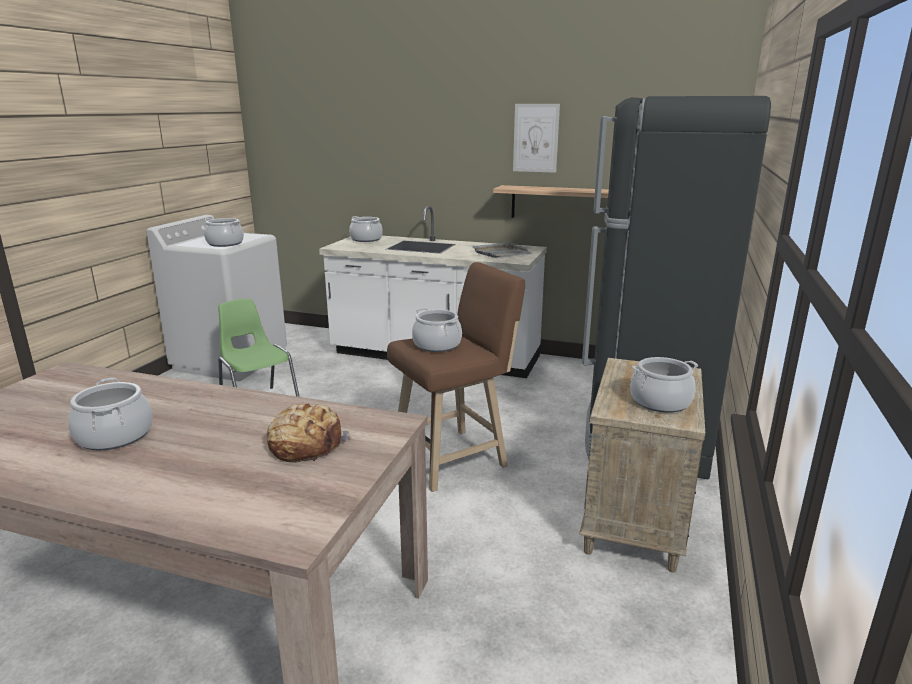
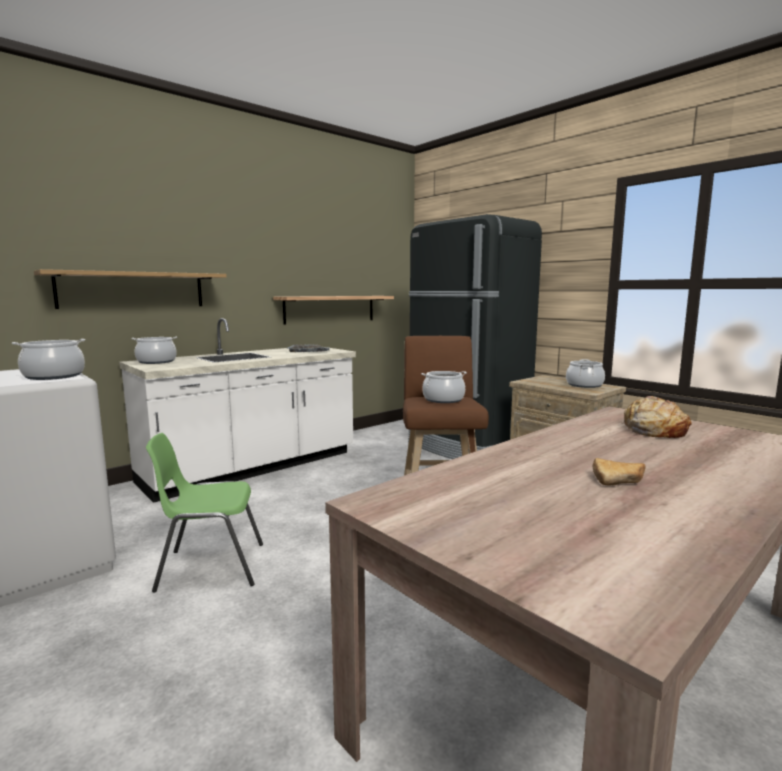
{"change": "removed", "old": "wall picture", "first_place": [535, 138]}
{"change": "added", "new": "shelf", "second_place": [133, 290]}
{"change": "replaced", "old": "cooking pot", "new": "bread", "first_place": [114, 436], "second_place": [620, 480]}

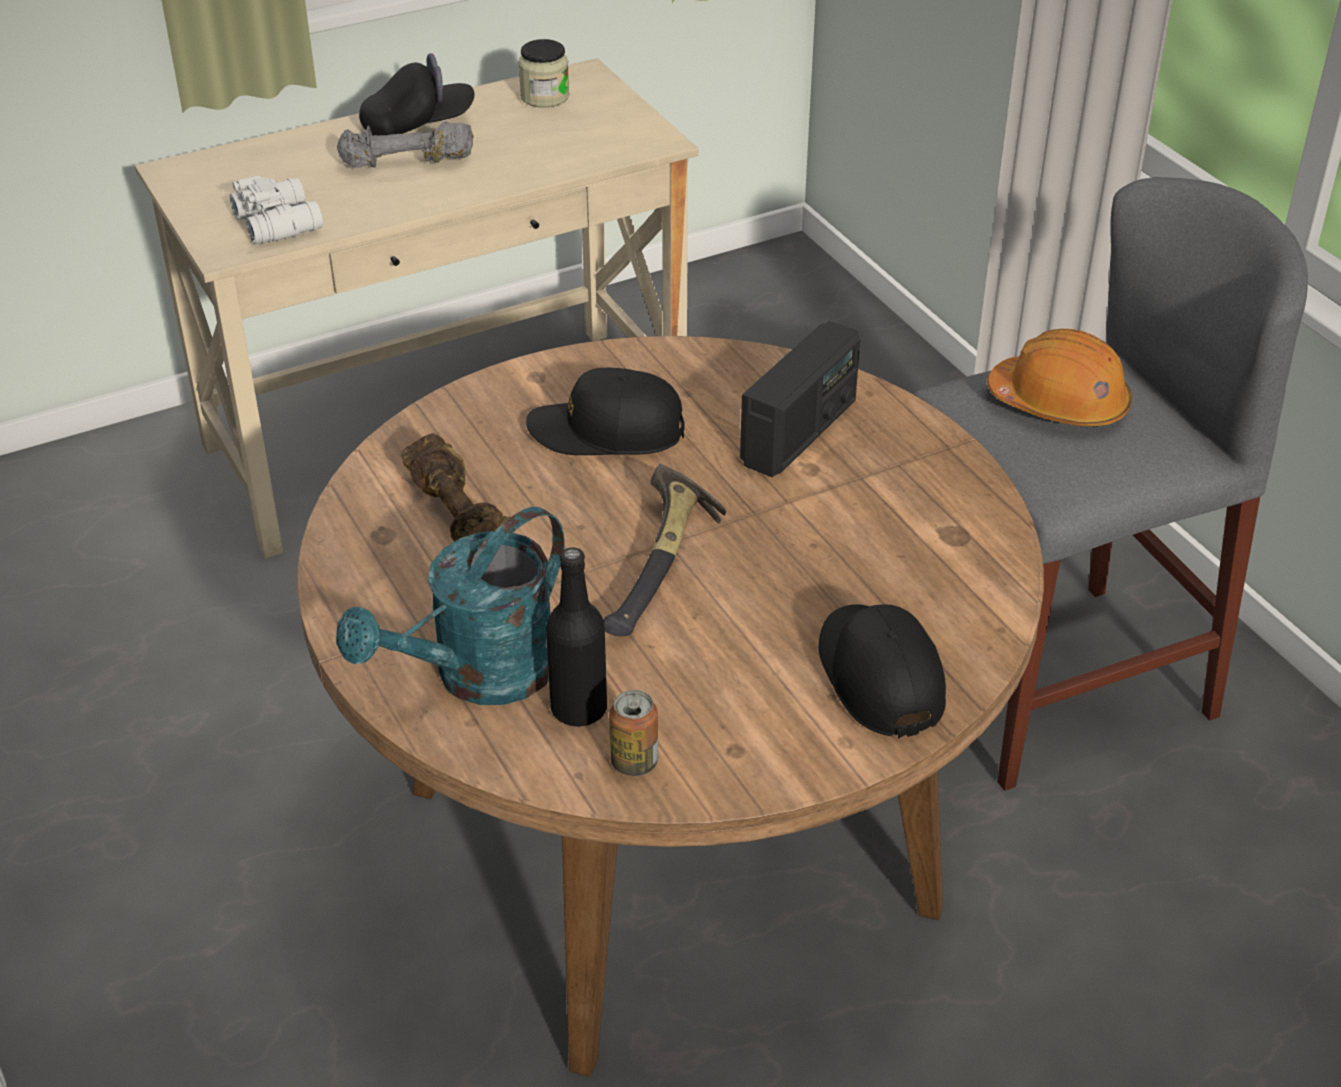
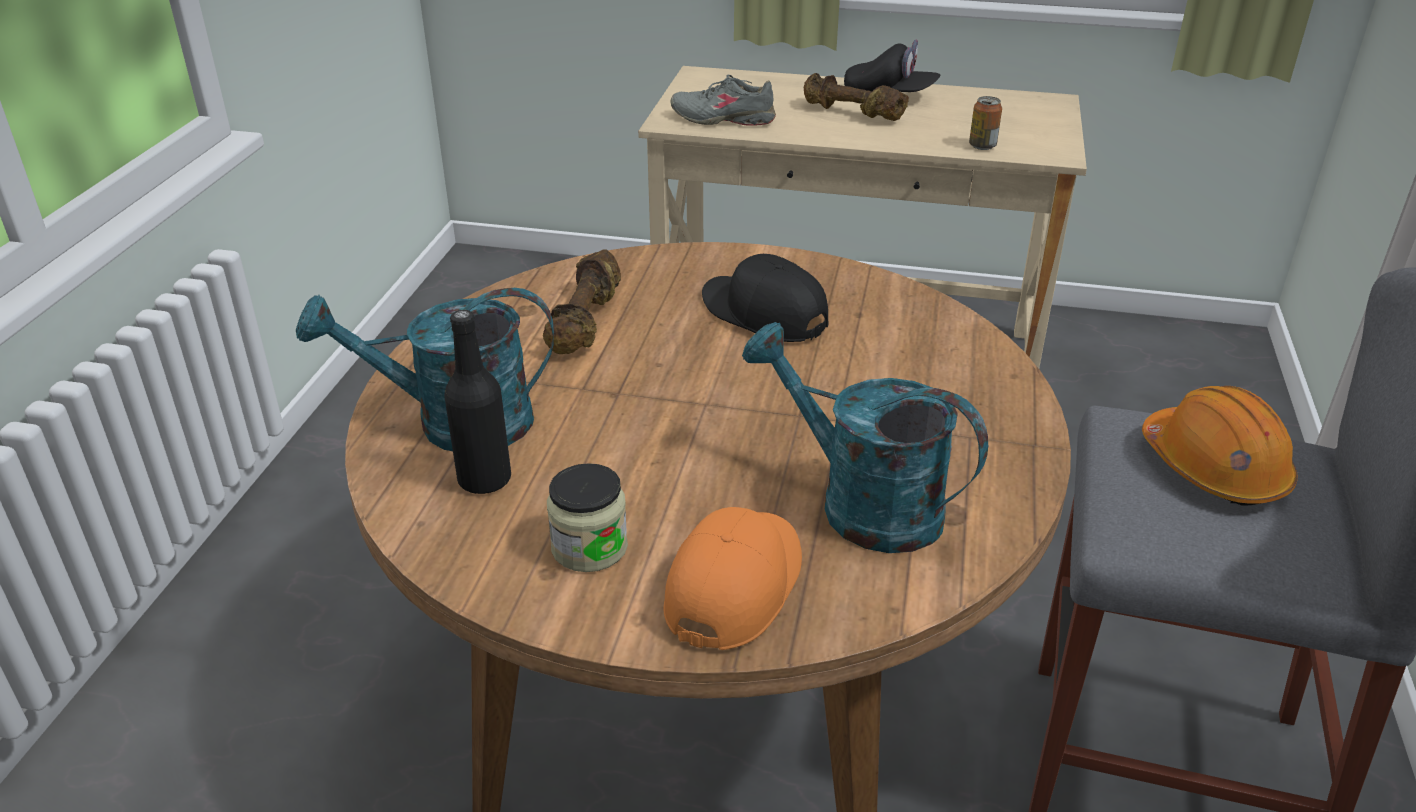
{"change": "removed", "old": "hammer", "first_place": [664, 568]}
{"change": "removed", "old": "radio set", "first_place": [800, 432]}
{"change": "added", "new": "blue-green watering can", "second_place": [861, 503]}
{"change": "moved", "old": "jar", "first_place": [545, 97], "second_place": [589, 547]}
{"change": "moved", "old": "can", "first_place": [634, 762], "second_place": [982, 146]}
{"change": "replaced", "old": "whitish binoculars", "new": "gray low shoe", "first_place": [279, 222], "second_place": [723, 118]}
{"change": "recoloured", "old": "gray free weight", "new": "brown-coloured free weight", "first_place": [407, 164], "second_place": [851, 113]}
{"change": "recoloured", "old": "black baseball cap", "new": "orangey baseball cap", "first_place": [879, 676], "second_place": [734, 585]}

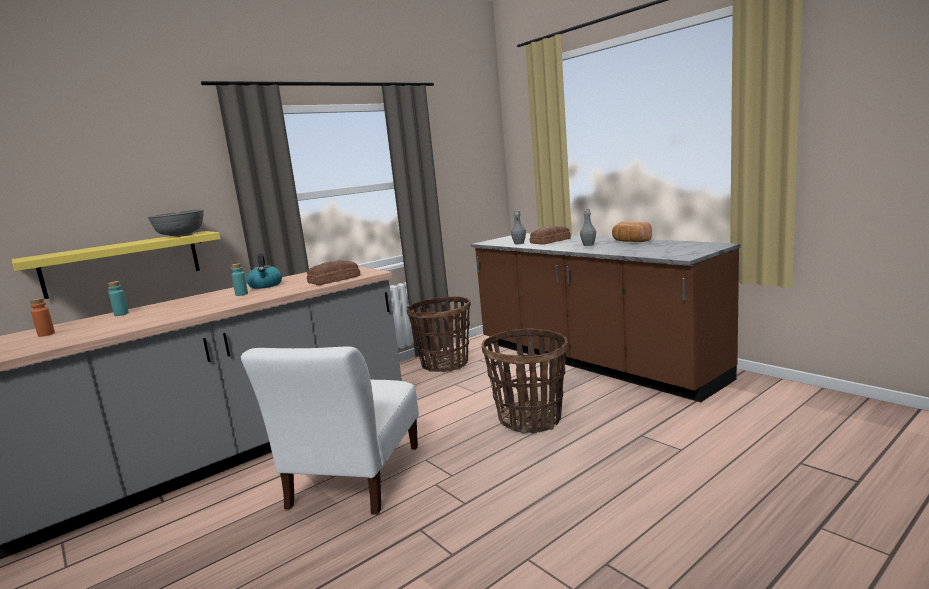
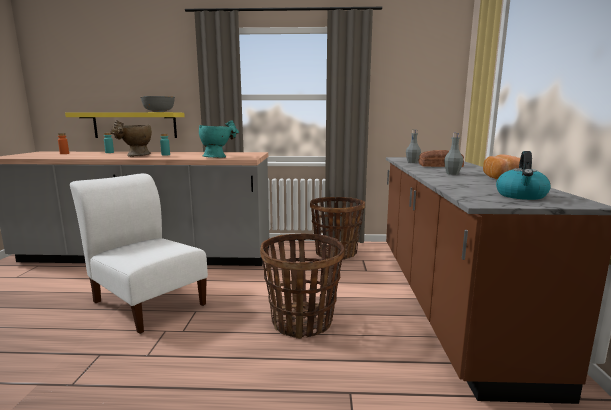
{"change": "added", "new": "beige flower vase", "second_place": [135, 156]}
{"change": "moved", "old": "tea kettle", "first_place": [266, 285], "second_place": [521, 196]}
{"change": "replaced", "old": "bread", "new": "blue-green flower vase", "first_place": [333, 279], "second_place": [218, 157]}
{"change": "turned", "old": "whitish plain chair", "first_place": [353, 480], "second_place": [147, 301], "degrees": 75}

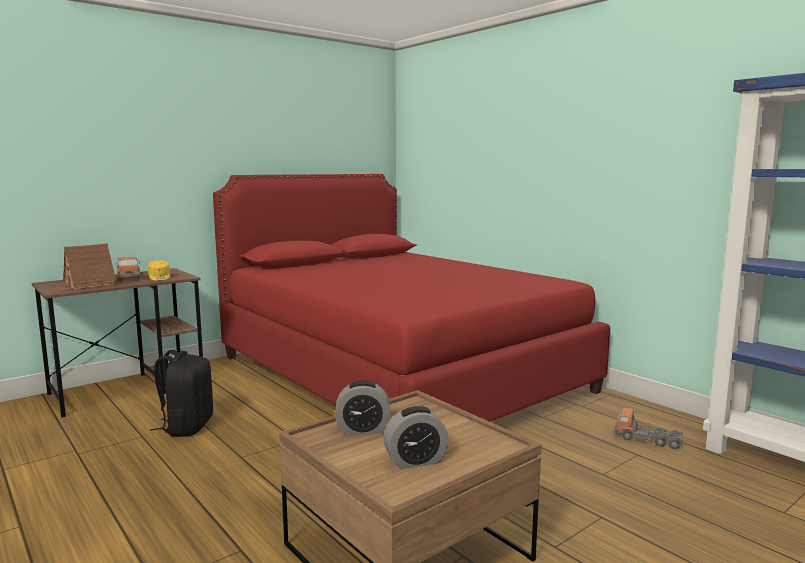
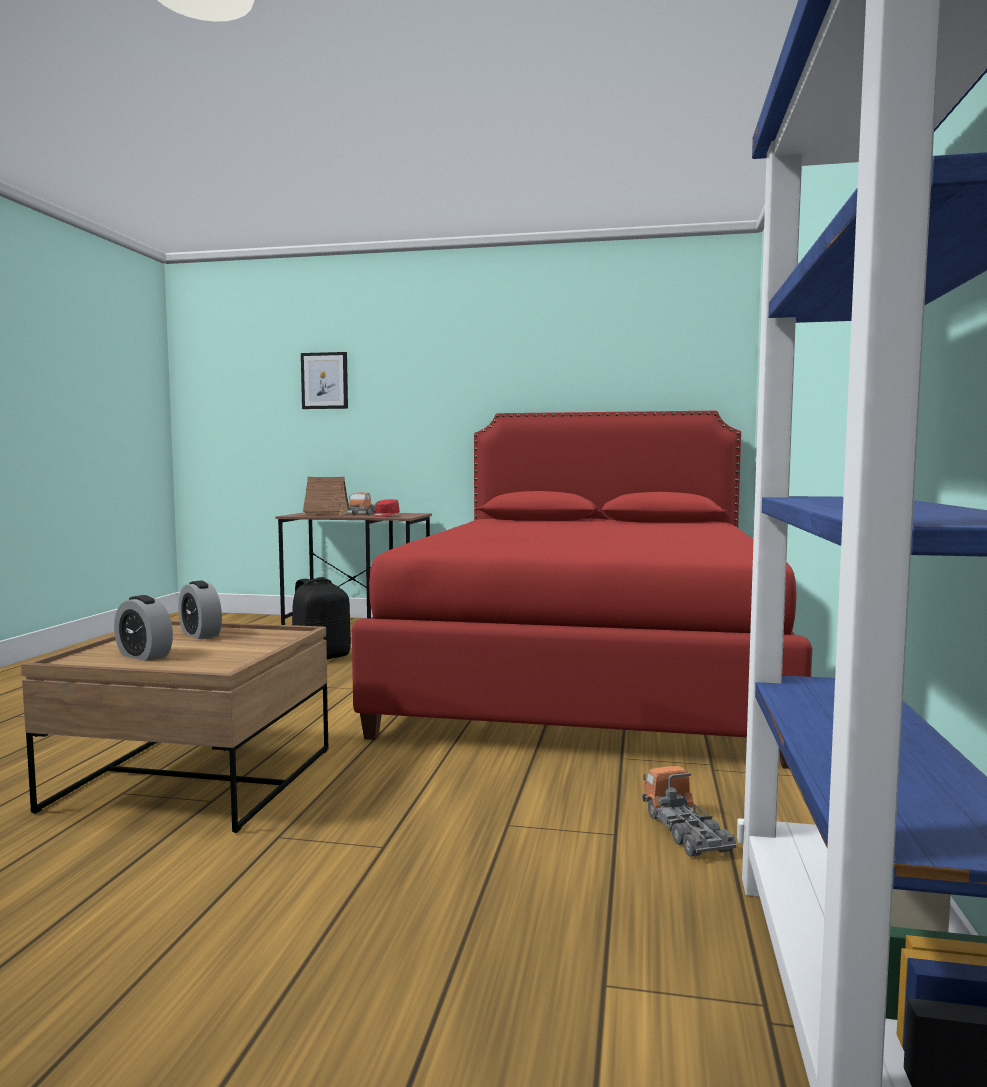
{"change": "added", "new": "wall picture", "second_place": [324, 380]}
{"change": "recoloured", "old": "yellow-coloured baseball cap", "new": "red-coloured baseball cap", "first_place": [159, 277], "second_place": [385, 515]}

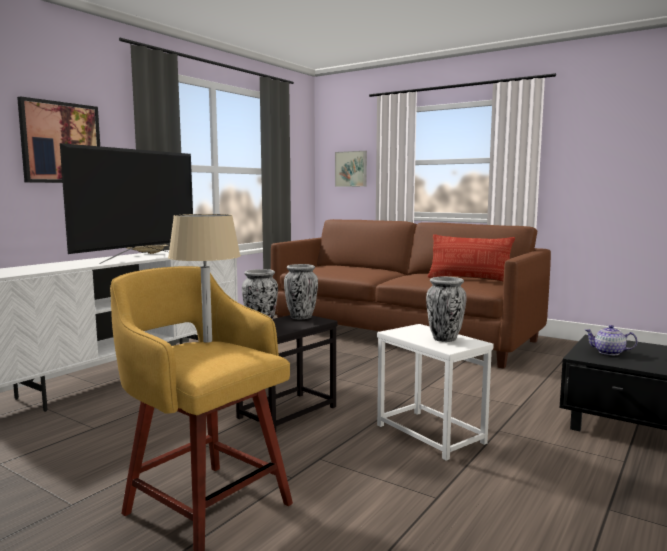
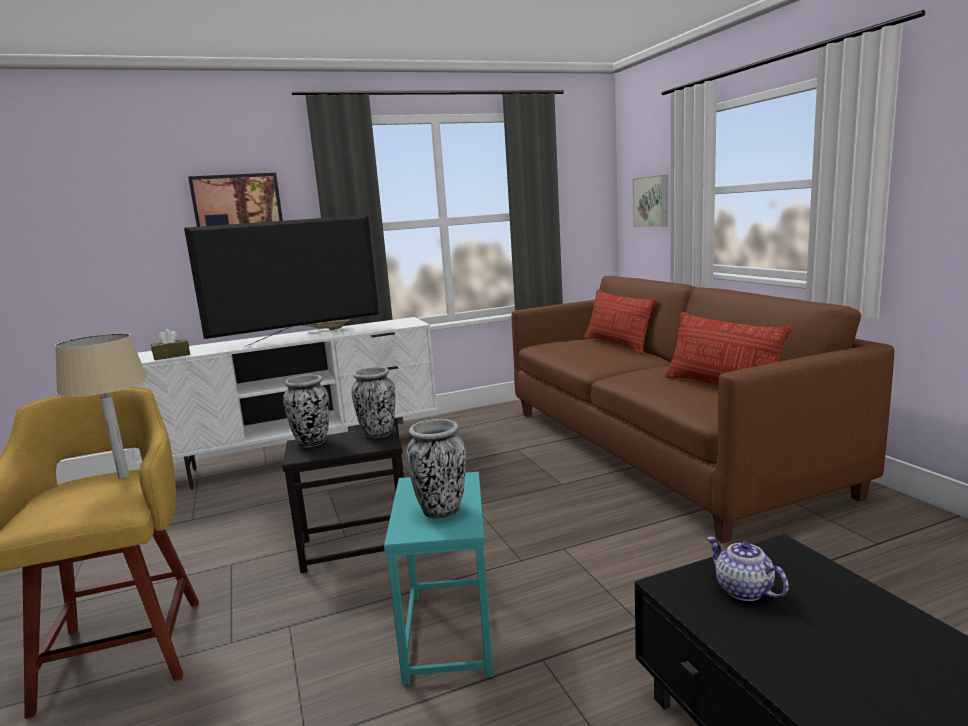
{"change": "added", "new": "brown-coloured box of tissues", "second_place": [171, 356]}
{"change": "added", "new": "throw pillow", "second_place": [617, 345]}
{"change": "recoloured", "old": "whitish end table", "new": "blue-green end table", "first_place": [429, 434], "second_place": [447, 632]}

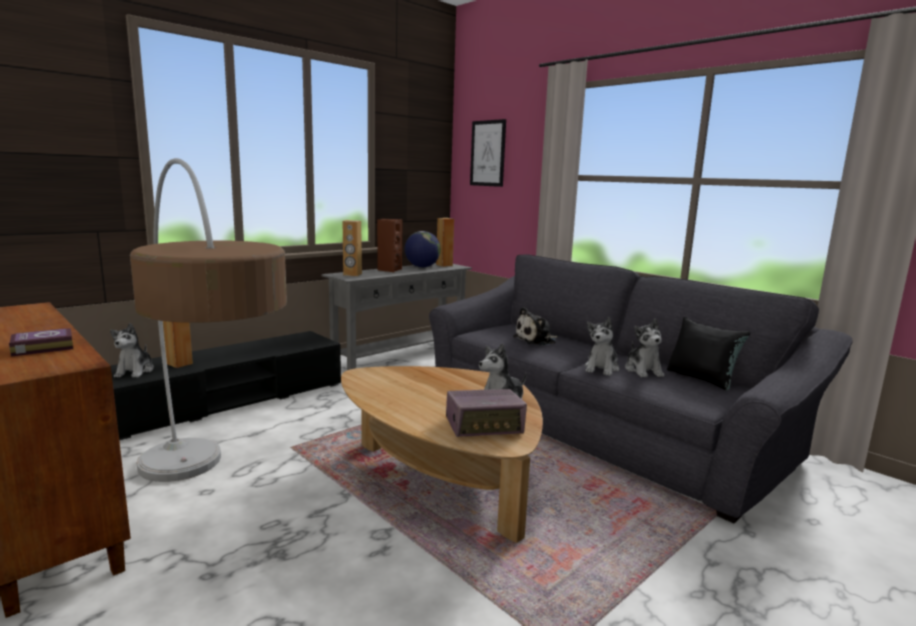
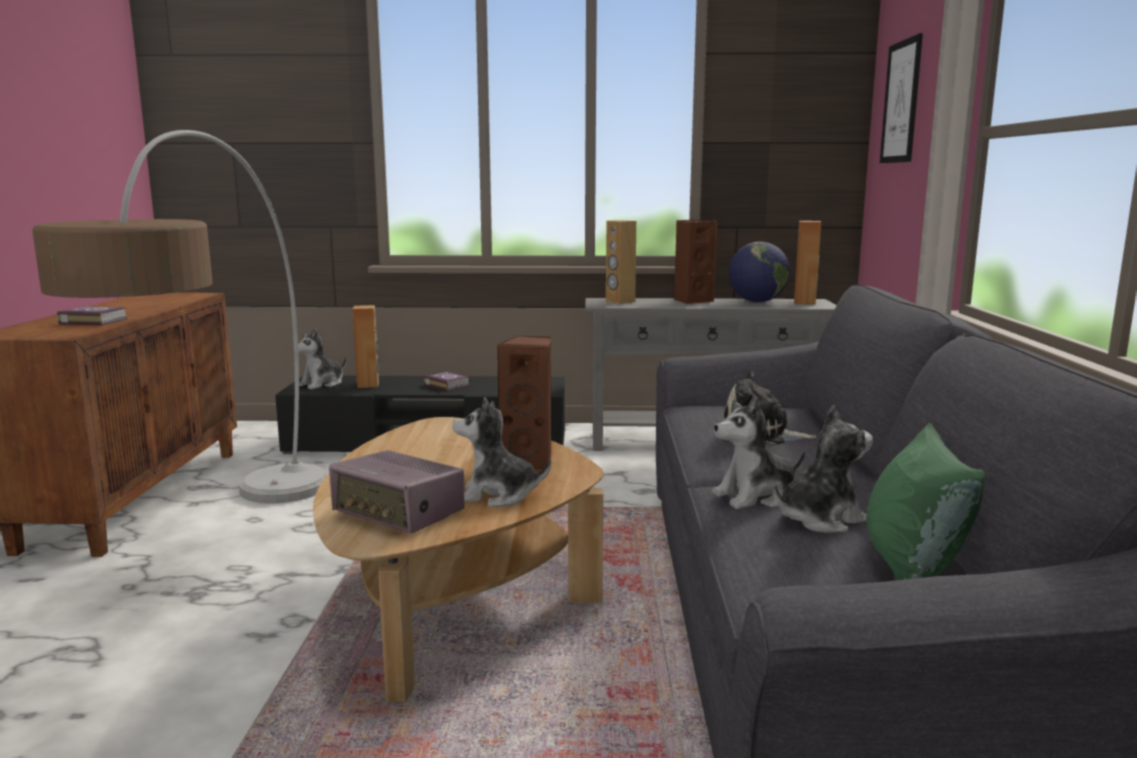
{"change": "added", "new": "book", "second_place": [447, 385]}
{"change": "added", "new": "brown-coloured loudspeaker", "second_place": [530, 461]}
{"change": "recoloured", "old": "black throw pillow", "new": "green throw pillow", "first_place": [701, 379], "second_place": [911, 565]}
{"change": "turned", "old": "plush toy", "first_place": [643, 370], "second_place": [820, 519], "degrees": -150}

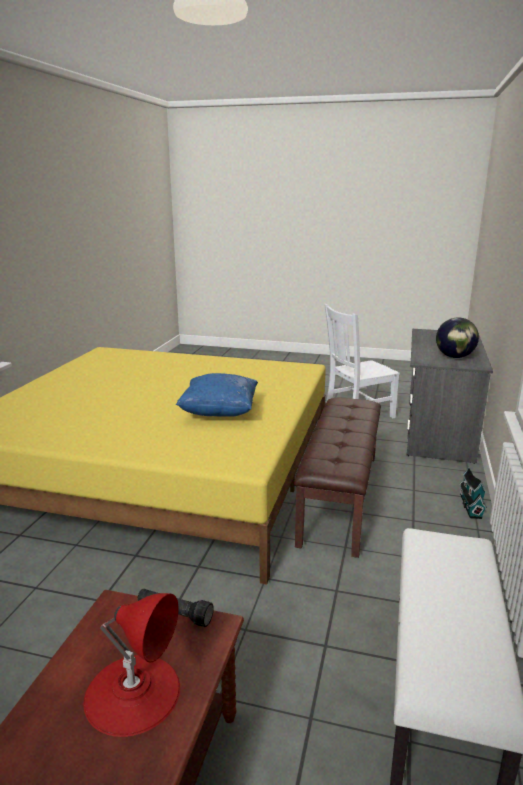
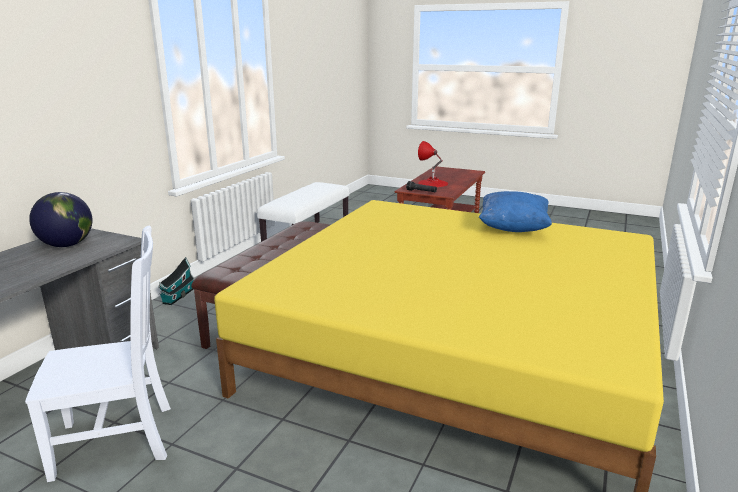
{"change": "moved", "old": "blue-coloured throw pillow", "first_place": [219, 413], "second_place": [513, 228]}

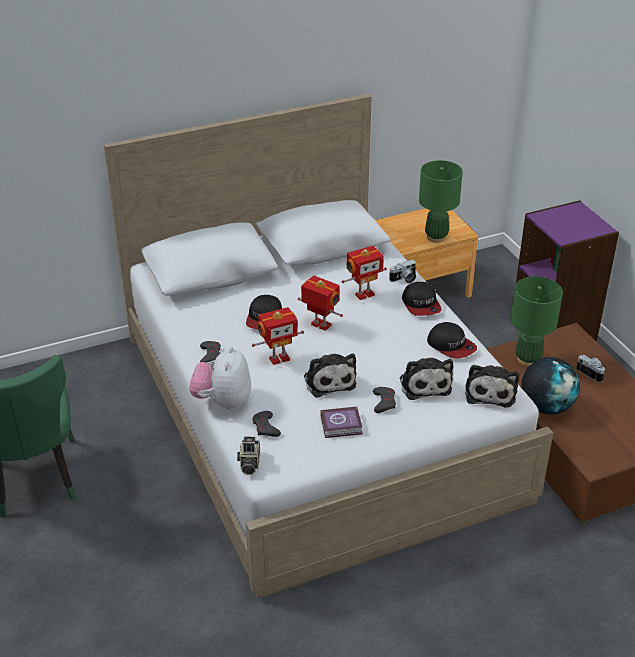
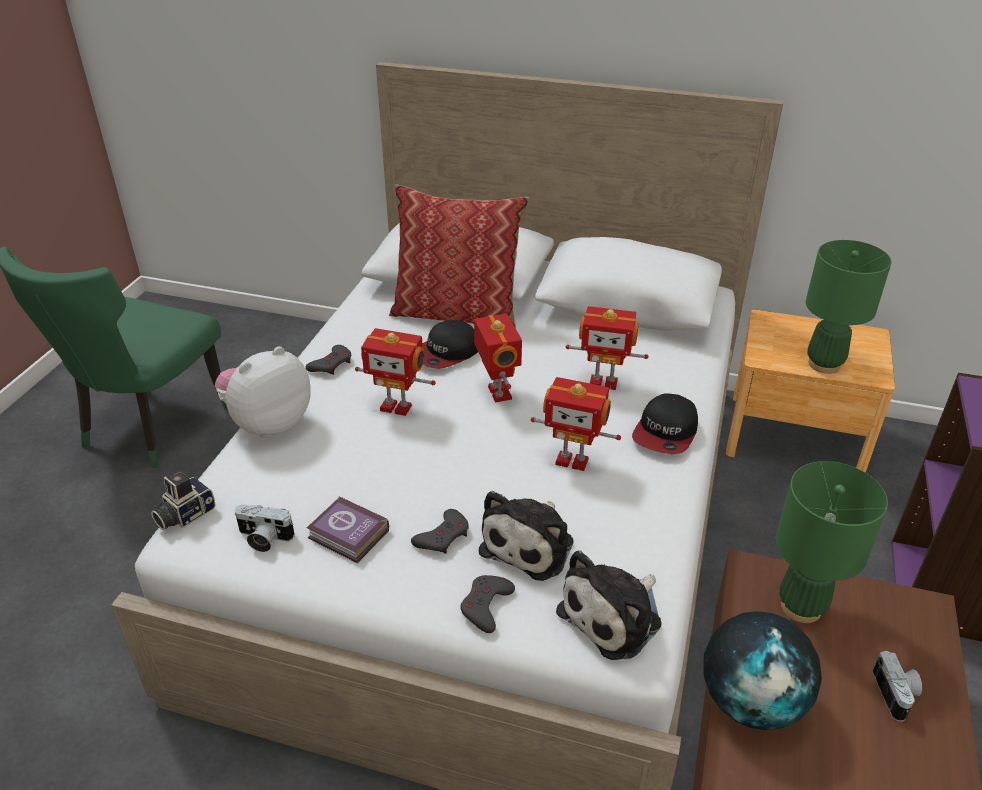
{"change": "removed", "old": "plush toy", "first_place": [329, 380]}
{"change": "removed", "old": "baseball cap", "first_place": [451, 346]}
{"change": "added", "new": "throw pillow", "second_place": [457, 313]}
{"change": "added", "new": "model robot", "second_place": [572, 460]}
{"change": "moved", "old": "gray joypad", "first_place": [266, 427], "second_place": [486, 606]}
{"change": "moved", "old": "still camera", "first_place": [404, 279], "second_place": [263, 539]}

